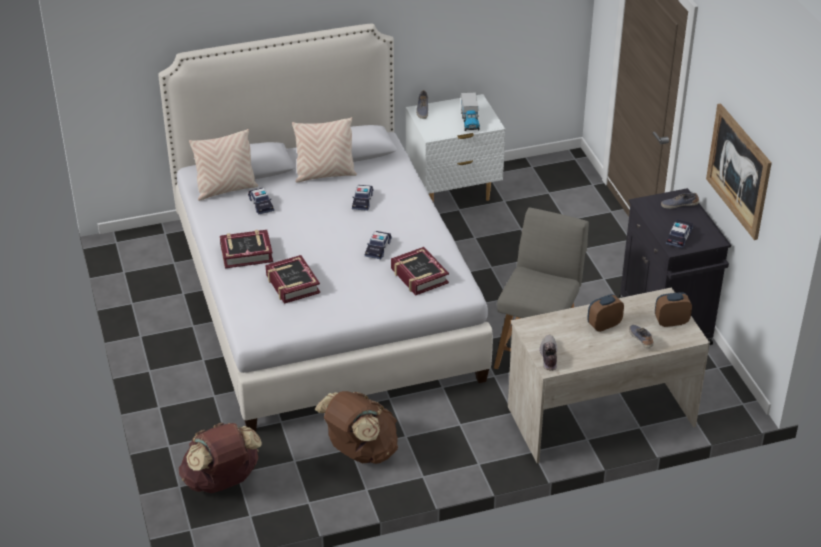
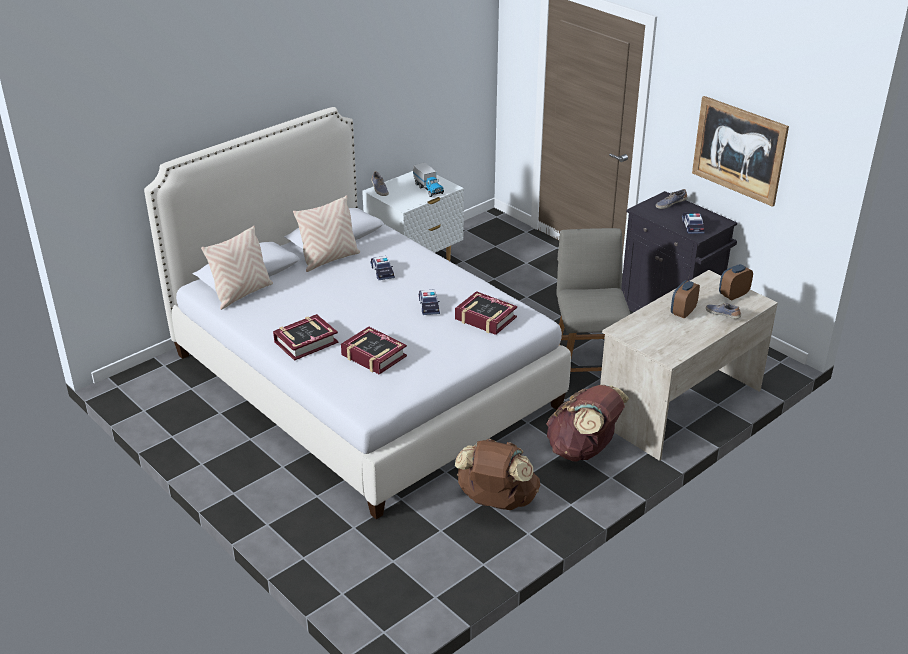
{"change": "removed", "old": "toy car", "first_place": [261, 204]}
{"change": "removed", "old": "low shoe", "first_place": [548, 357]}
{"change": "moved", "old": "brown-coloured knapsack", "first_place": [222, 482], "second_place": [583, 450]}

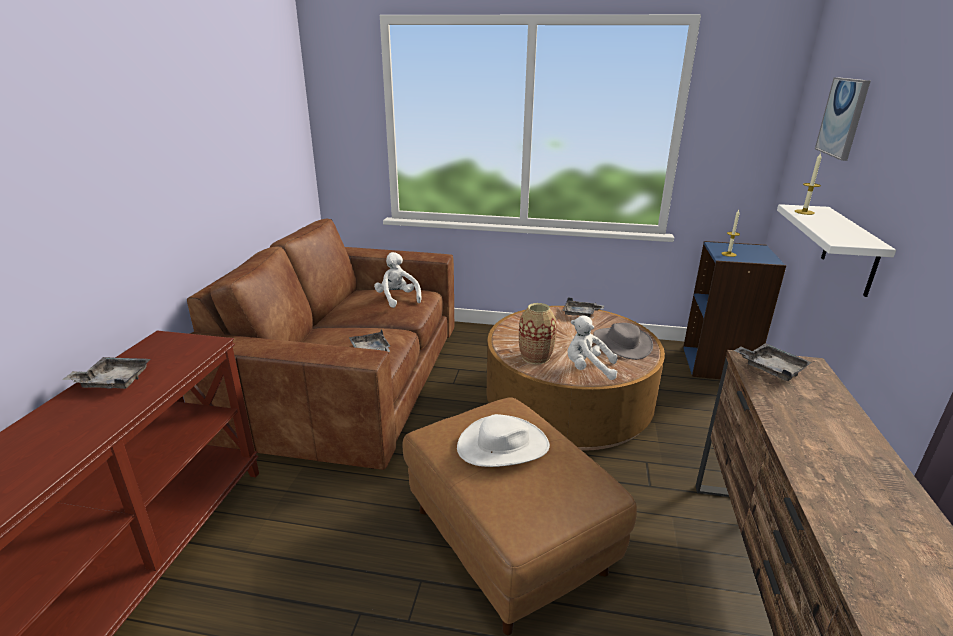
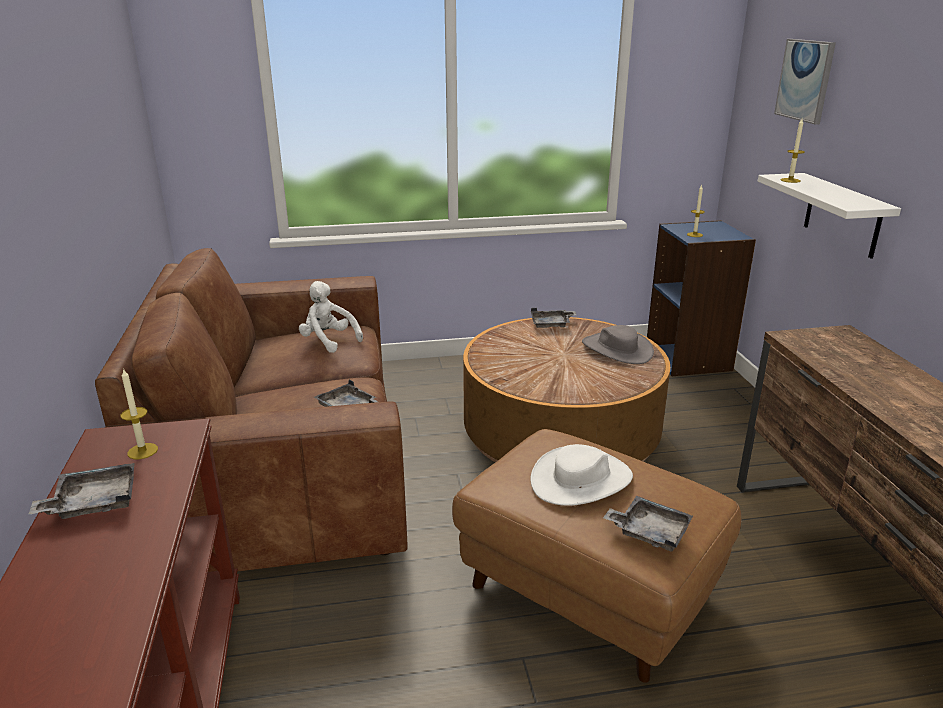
{"change": "removed", "old": "flower vase", "first_place": [535, 357]}
{"change": "removed", "old": "whitish plush toy", "first_place": [588, 369]}
{"change": "added", "new": "wax candle", "second_place": [142, 451]}
{"change": "moved", "old": "gray serving tray", "first_place": [771, 368], "second_place": [649, 532]}

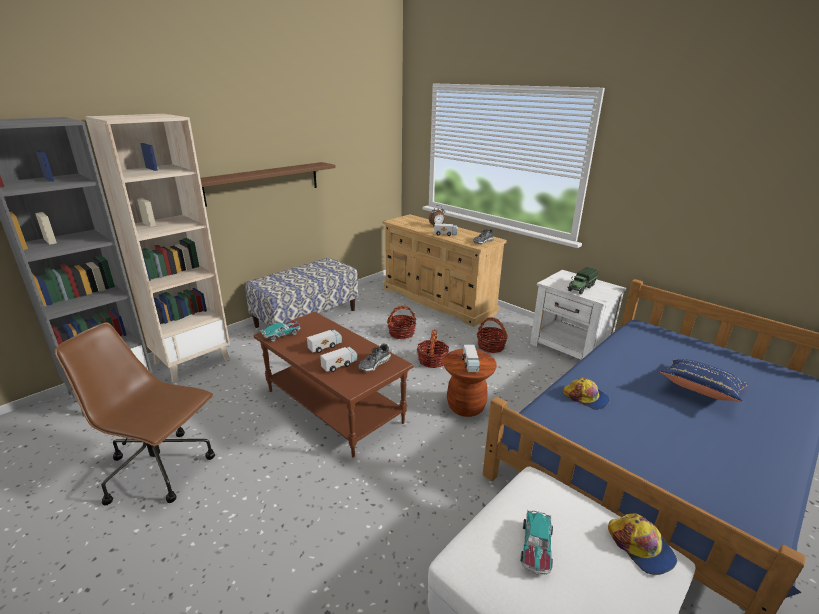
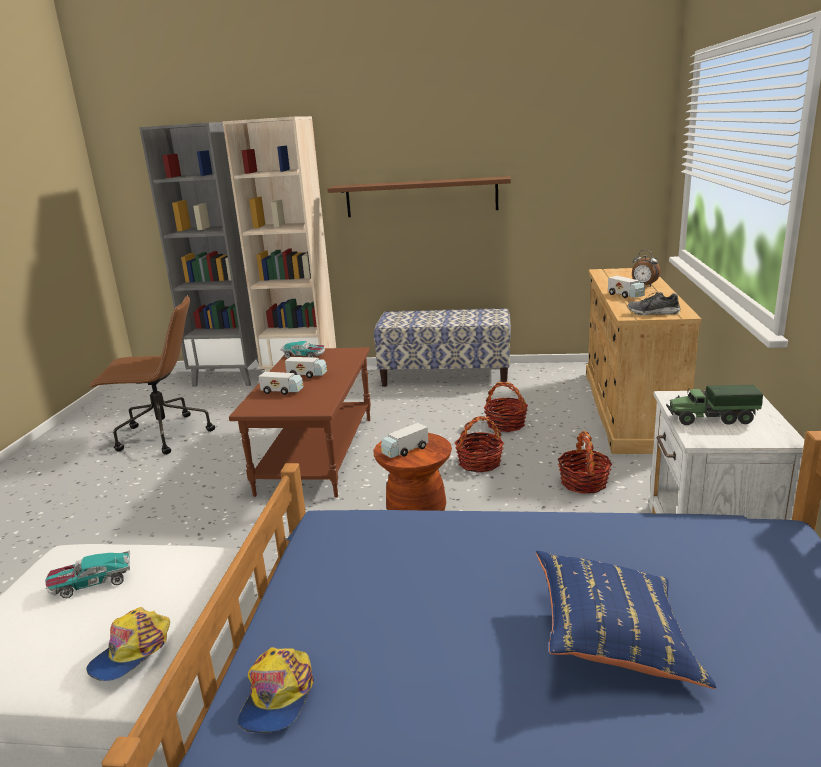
{"change": "removed", "old": "low shoe", "first_place": [374, 364]}
{"change": "moved", "old": "baseball cap", "first_place": [586, 397], "second_place": [277, 697]}
{"change": "turned", "old": "brown-coloured desk chair", "first_place": [161, 469], "second_place": [162, 436], "degrees": 105}

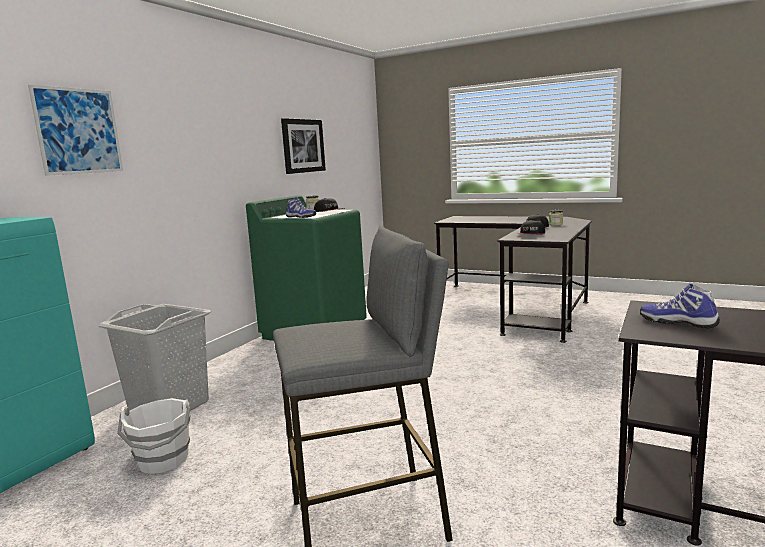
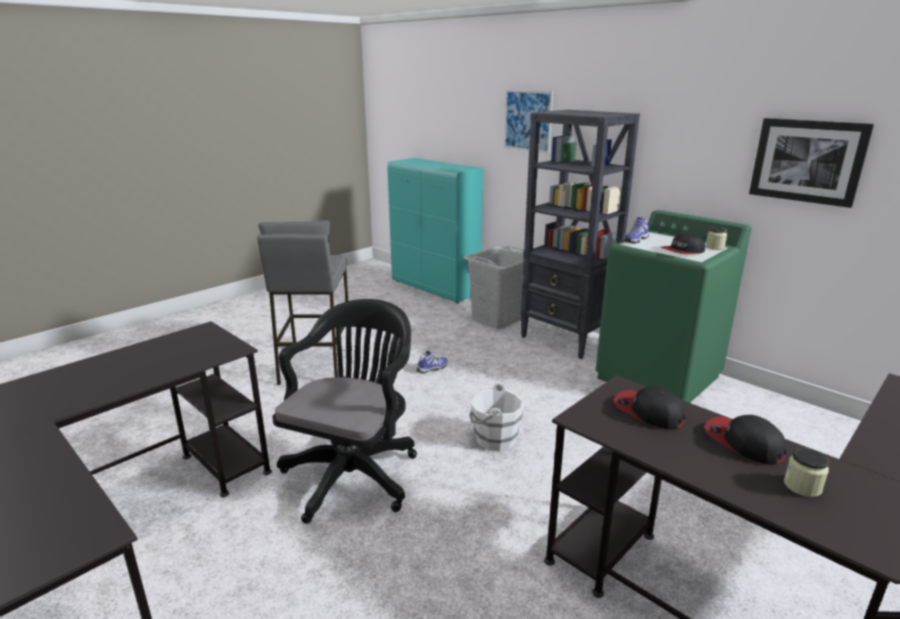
{"change": "added", "new": "black desk chair", "second_place": [354, 473]}
{"change": "added", "new": "black shelving unit", "second_place": [566, 339]}
{"change": "moved", "old": "whitish pail", "first_place": [163, 461], "second_place": [494, 439]}
{"change": "moved", "old": "low shoe", "first_place": [678, 322], "second_place": [432, 368]}

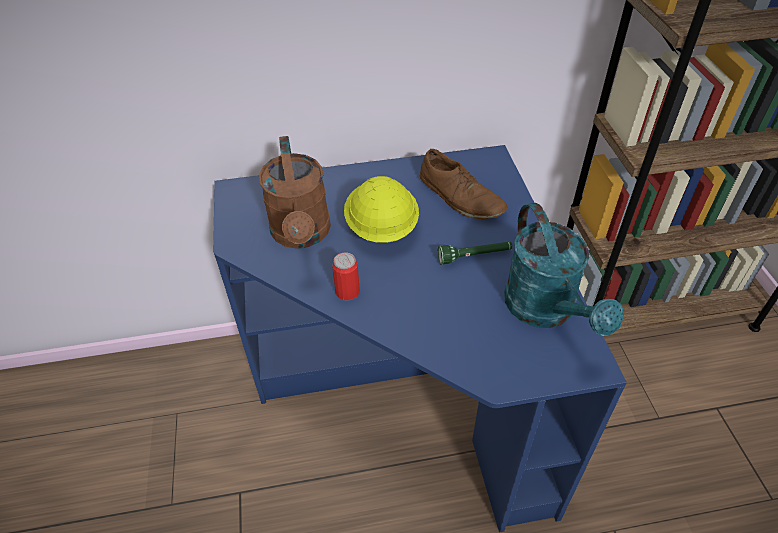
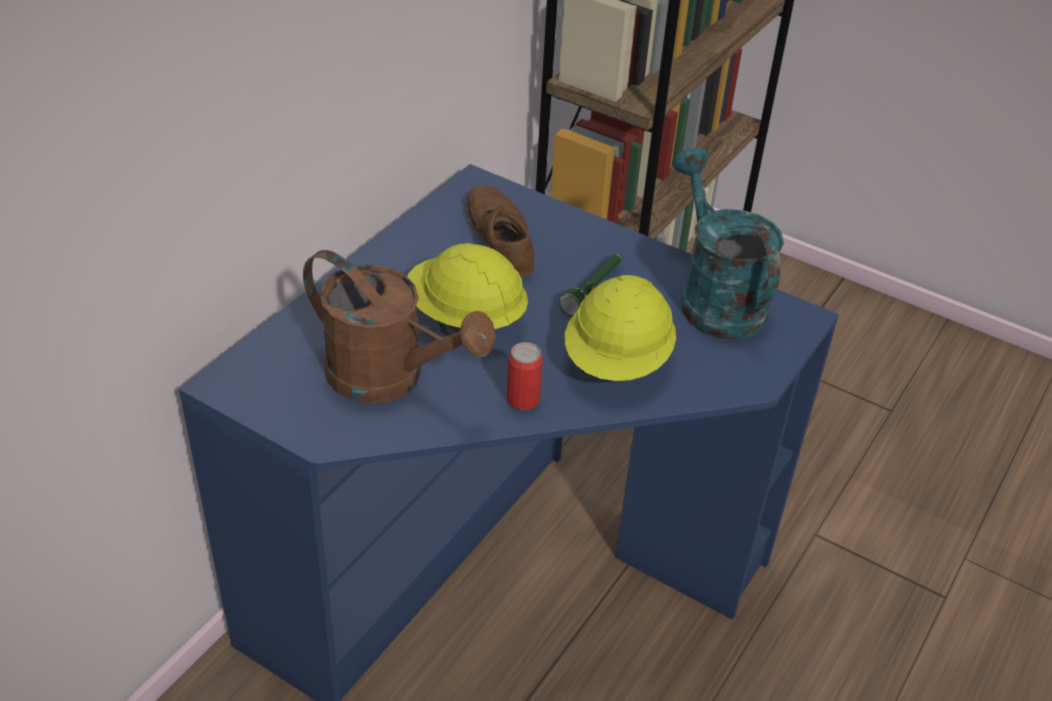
{"change": "added", "new": "yellow-coloured work helmet", "second_place": [618, 362]}
{"change": "turned", "old": "brown-coloured low shoe", "first_place": [460, 196], "second_place": [500, 240], "degrees": -105}
{"change": "turned", "old": "blue-green watering can", "first_place": [546, 311], "second_place": [714, 298], "degrees": -135}

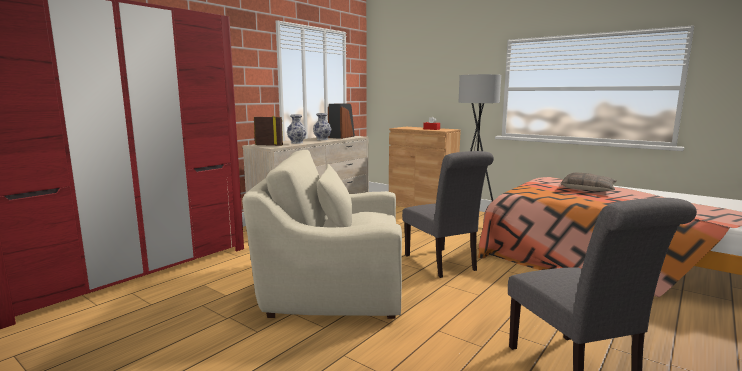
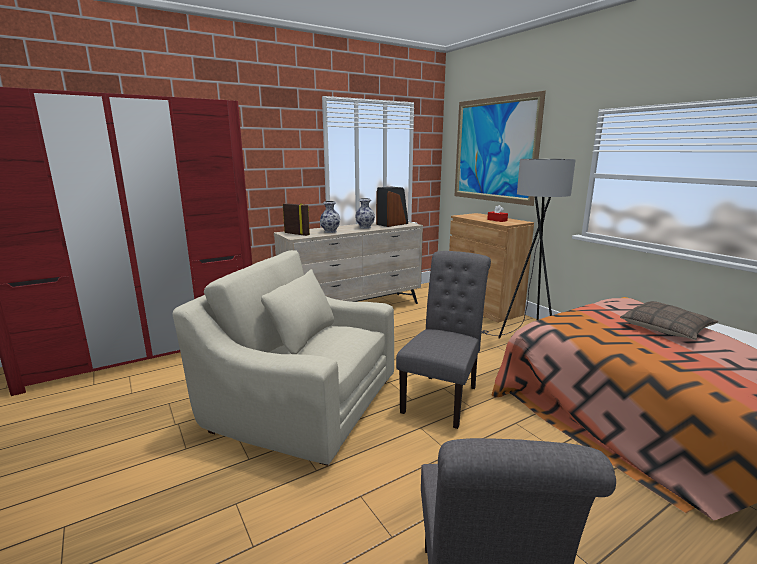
{"change": "added", "new": "wall picture", "second_place": [494, 150]}
{"change": "turned", "old": "gray plain chair", "first_place": [443, 264], "second_place": [443, 397], "degrees": -150}

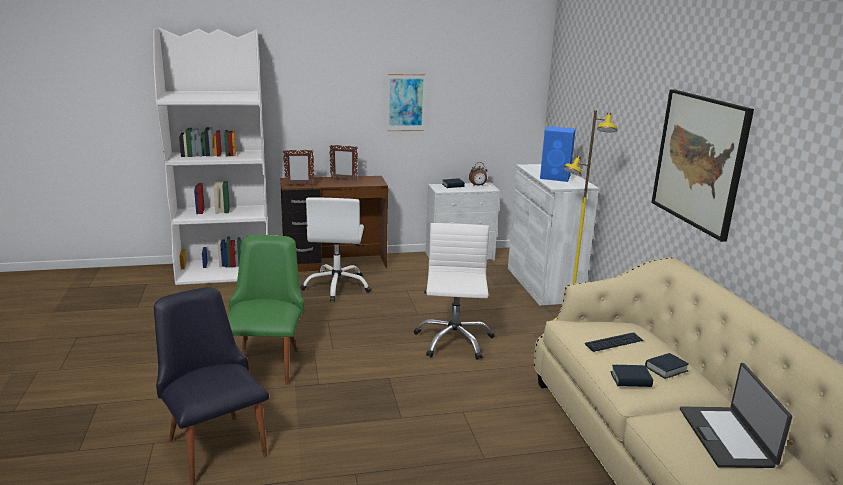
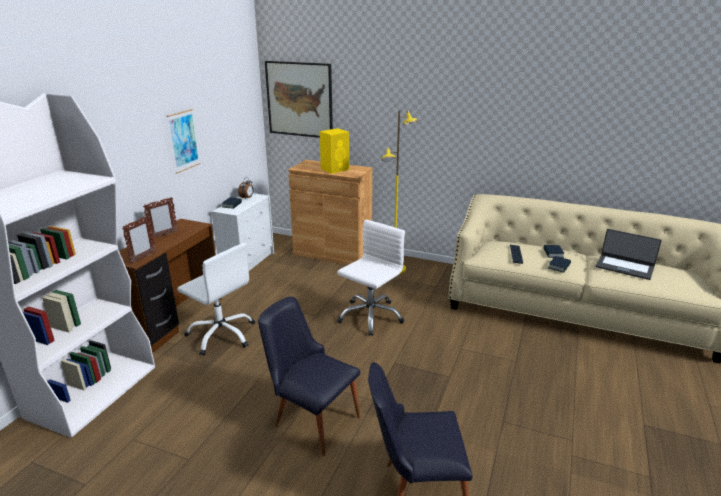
{"change": "moved", "old": "wall picture", "first_place": [699, 161], "second_place": [299, 99]}
{"change": "recoloured", "old": "green plain chair", "new": "black plain chair", "first_place": [266, 361], "second_place": [311, 417]}
{"change": "recoloured", "old": "whitish storage cabinet", "new": "brown-coloured storage cabinet", "first_place": [543, 284], "second_place": [332, 253]}
{"change": "recoloured", "old": "blue-coloured loudspeaker", "new": "yellow-coloured loudspeaker", "first_place": [556, 177], "second_place": [335, 169]}
{"change": "turned", "old": "whitish desk chair", "first_place": [453, 341], "second_place": [370, 316], "degrees": 90}

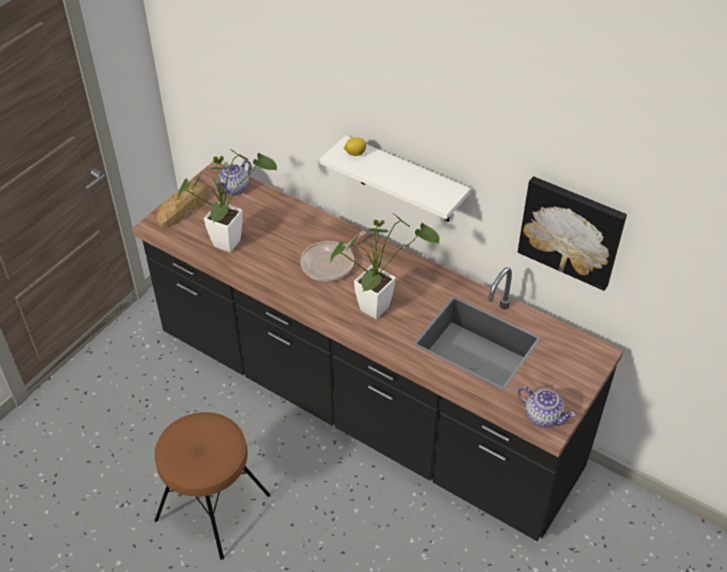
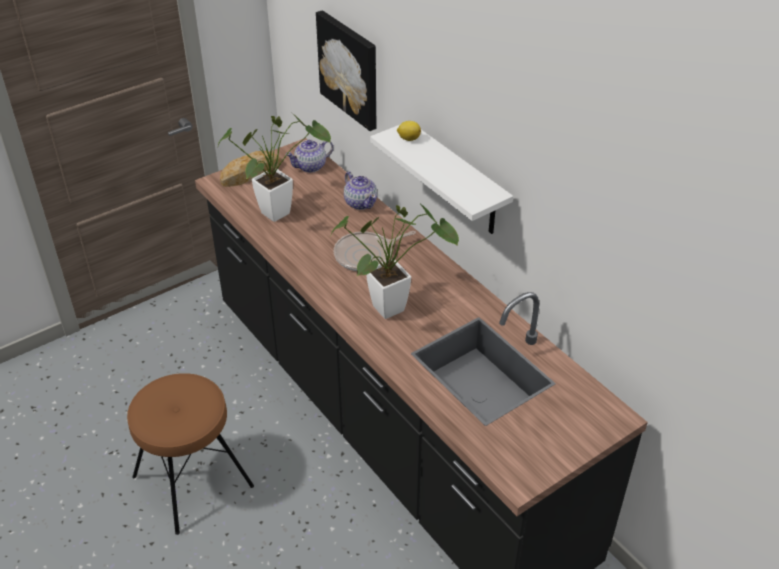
{"change": "moved", "old": "wall picture", "first_place": [571, 231], "second_place": [350, 69]}
{"change": "moved", "old": "pot for tea", "first_place": [542, 416], "second_place": [360, 203]}

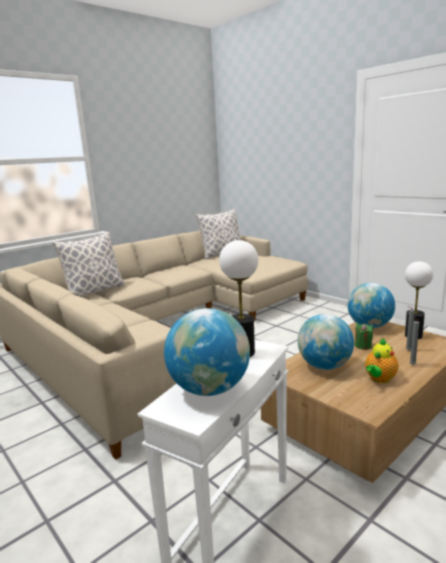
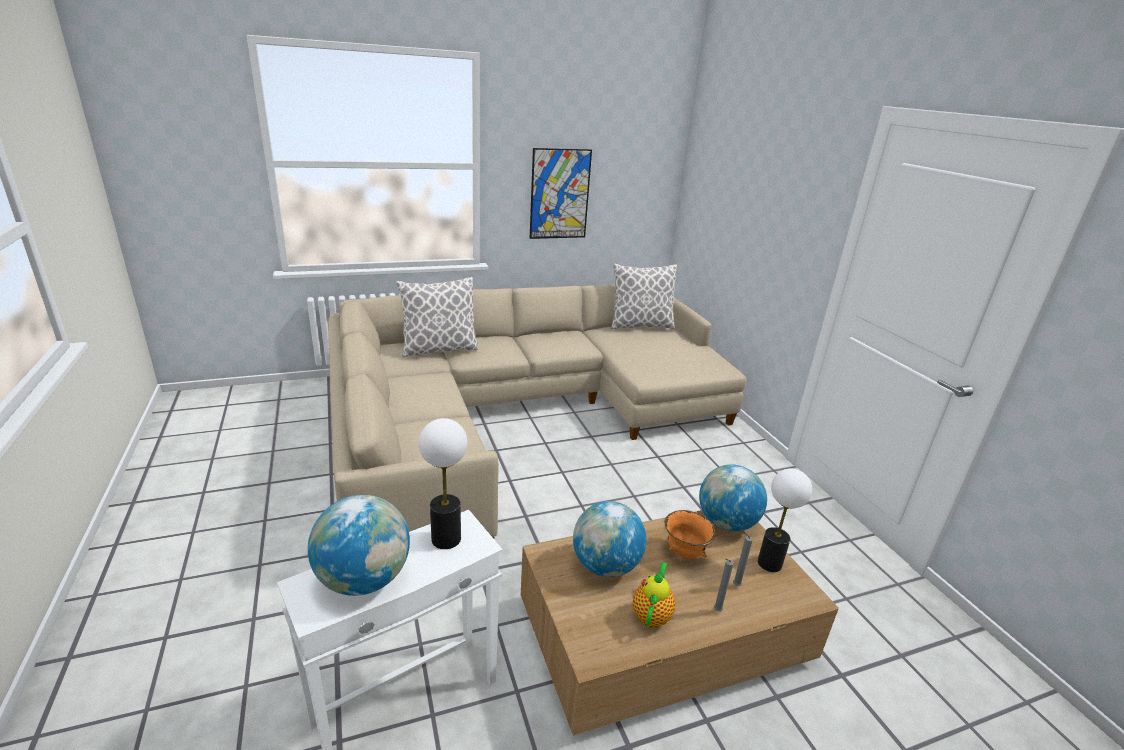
{"change": "added", "new": "wall picture", "second_place": [559, 194]}
{"change": "replaced", "old": "green wax candle", "new": "orangey deep dish", "first_place": [363, 346], "second_place": [684, 553]}
{"change": "turned", "old": "pot for tea", "first_place": [379, 379], "second_place": [652, 614], "degrees": 135}

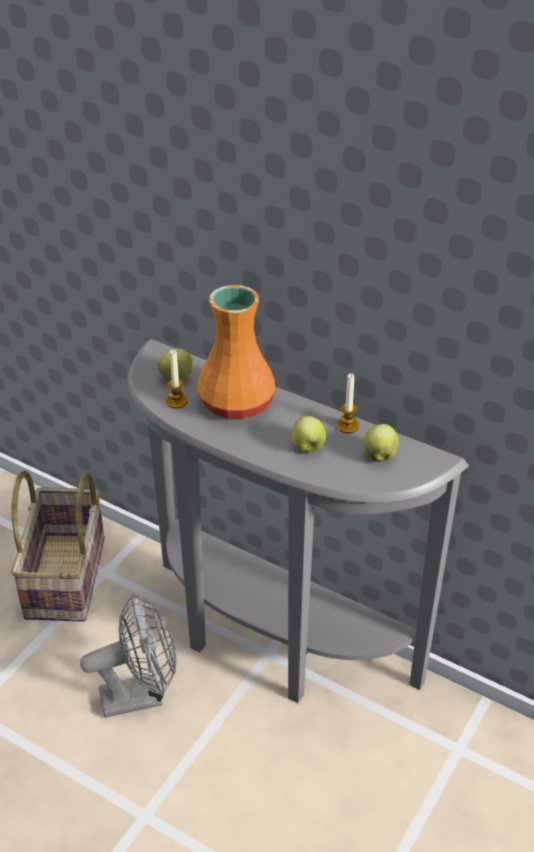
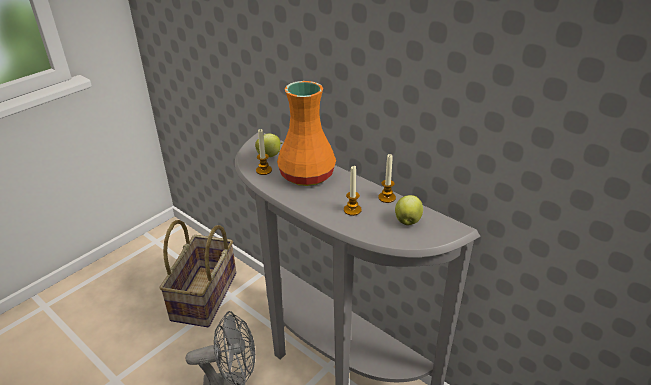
{"change": "replaced", "old": "apple fruit", "new": "wax candle", "first_place": [308, 448], "second_place": [352, 210]}

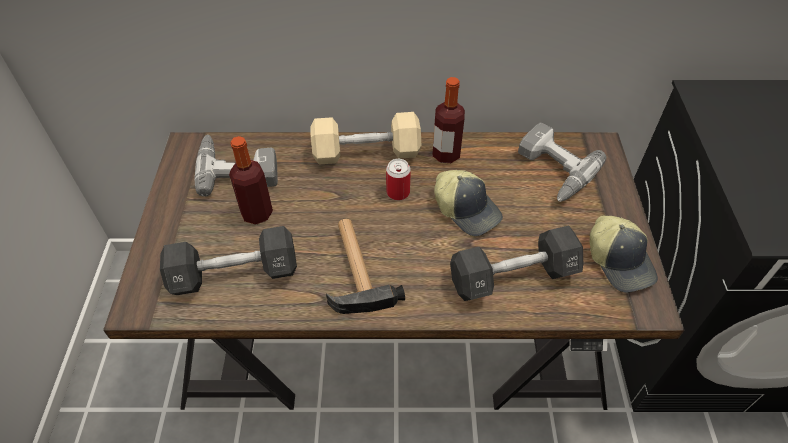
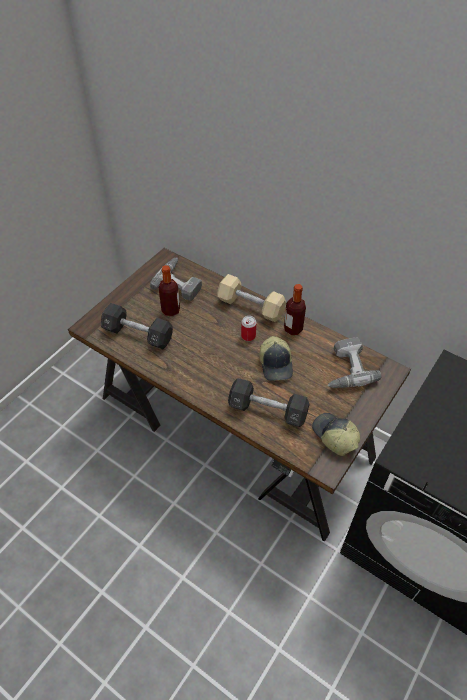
{"change": "removed", "old": "hammer", "first_place": [355, 268]}
{"change": "turned", "old": "baseball cap", "first_place": [620, 261], "second_place": [334, 436], "degrees": 135}

